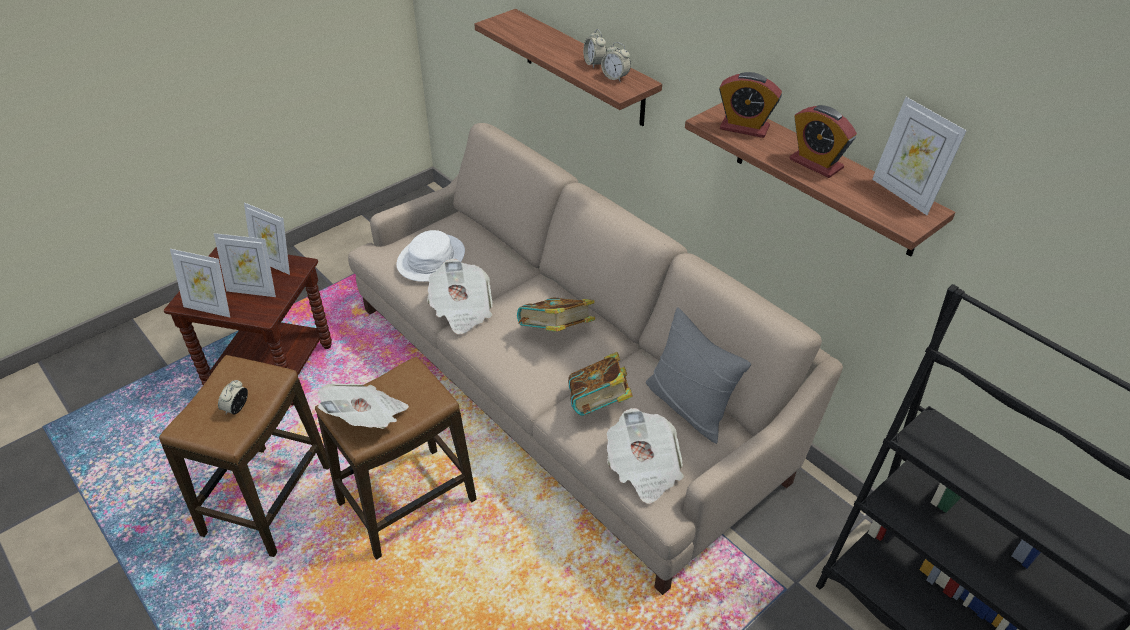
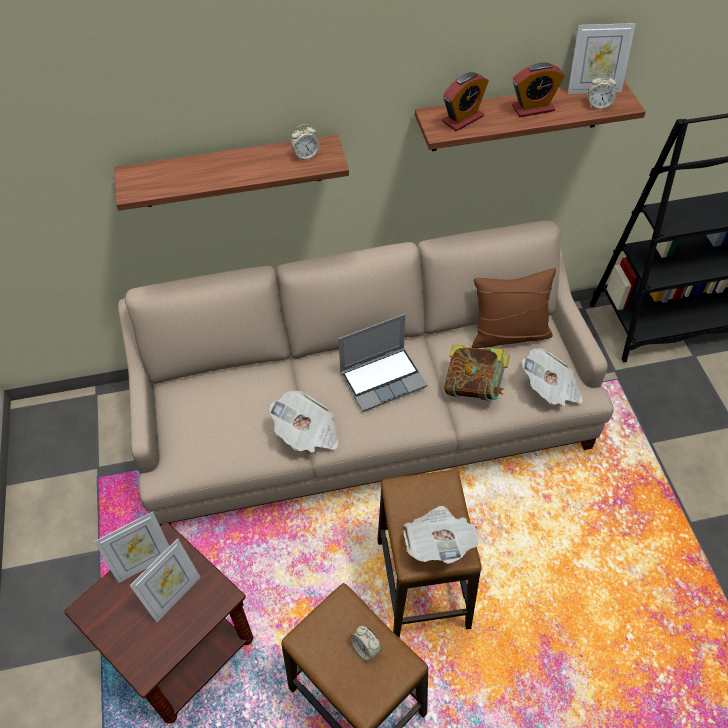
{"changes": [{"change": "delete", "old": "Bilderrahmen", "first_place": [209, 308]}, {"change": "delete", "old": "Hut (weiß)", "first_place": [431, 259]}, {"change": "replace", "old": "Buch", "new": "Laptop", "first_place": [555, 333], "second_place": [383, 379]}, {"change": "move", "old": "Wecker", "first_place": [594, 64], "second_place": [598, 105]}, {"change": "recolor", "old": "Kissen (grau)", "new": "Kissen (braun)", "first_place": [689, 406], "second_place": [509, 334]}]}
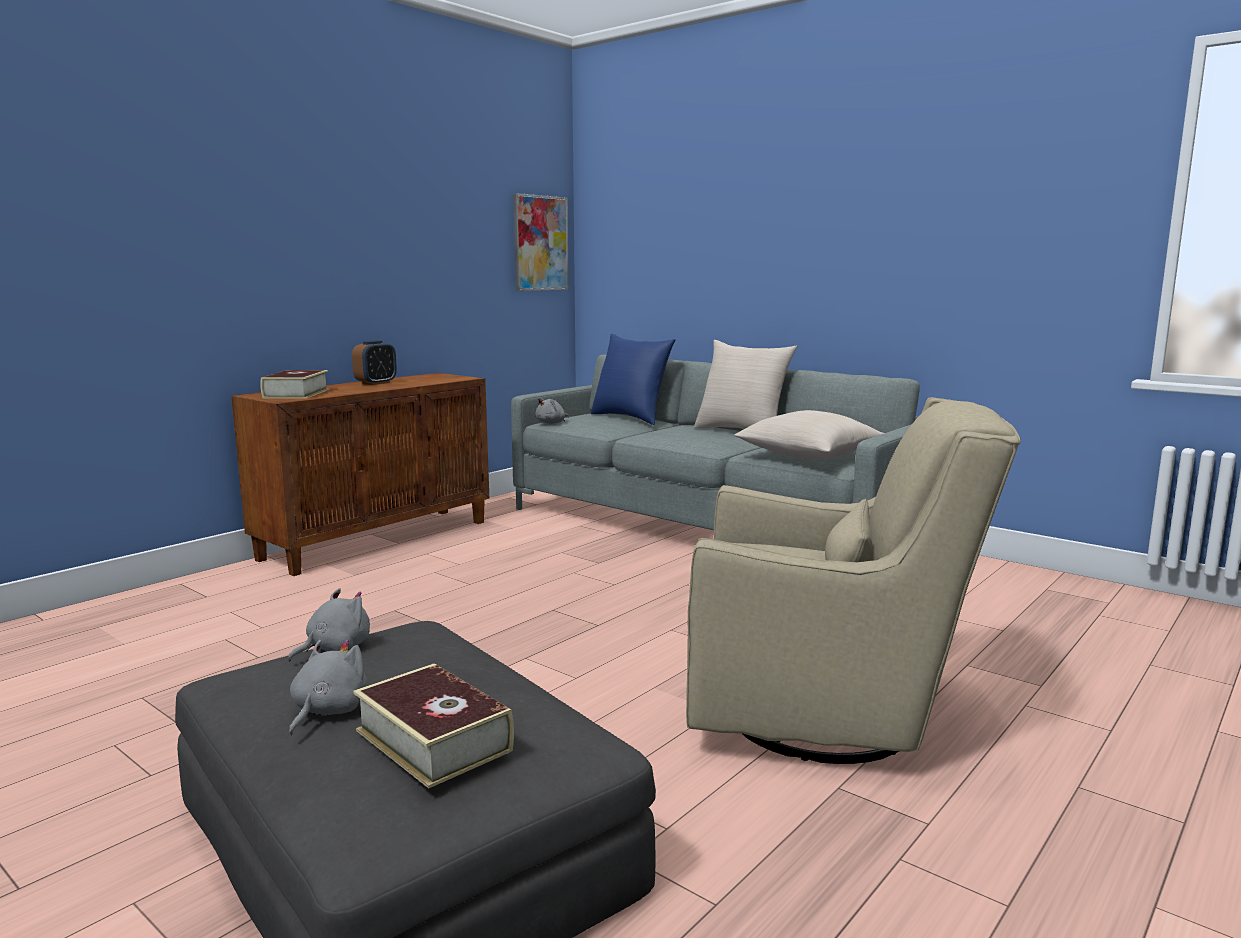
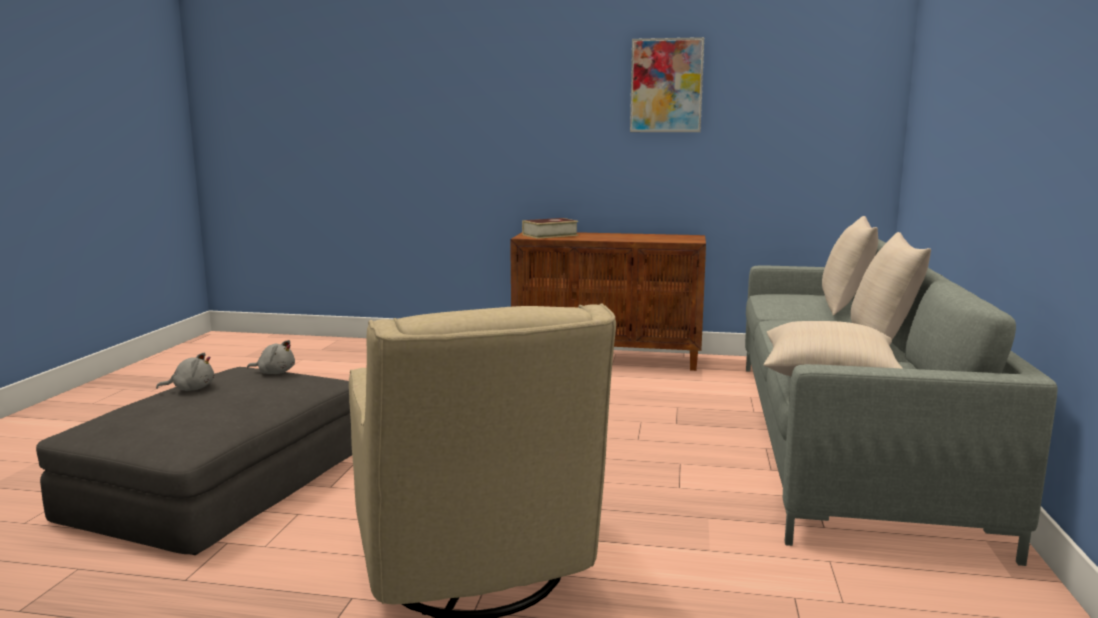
{"changes": [{"change": "delete", "old": "Wecker", "first_place": [376, 383]}, {"change": "delete", "old": "Buch", "first_place": [433, 740]}, {"change": "move", "old": "Bild", "first_place": [540, 243], "second_place": [666, 85]}, {"change": "delete", "old": "Plüschtier (grau)", "first_place": [552, 423]}, {"change": "recolor", "old": "Kissen (blau)", "new": "Kissen (beige)", "first_place": [631, 418], "second_place": [845, 306]}]}
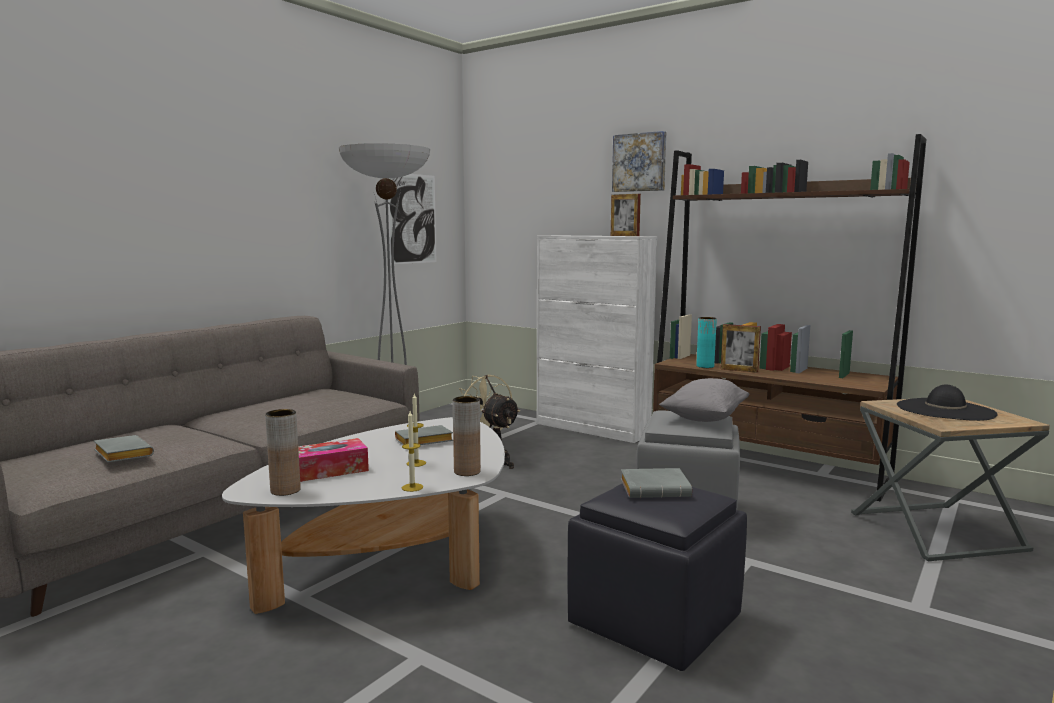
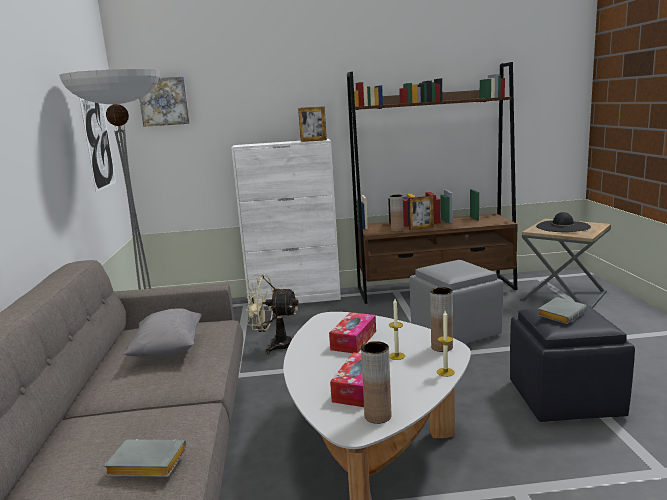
{"changes": [{"change": "replace", "old": "Buch (grau)", "new": "Taschentuchbox", "first_place": [422, 442], "second_place": [353, 340]}, {"change": "move", "old": "Bild", "first_place": [640, 162], "second_place": [164, 101]}, {"change": "move", "old": "Kissen (grau)", "first_place": [704, 418], "second_place": [168, 350]}, {"change": "recolor", "old": "Vase (türkis)", "new": "Vase (braun)", "first_place": [705, 366], "second_place": [397, 230]}]}
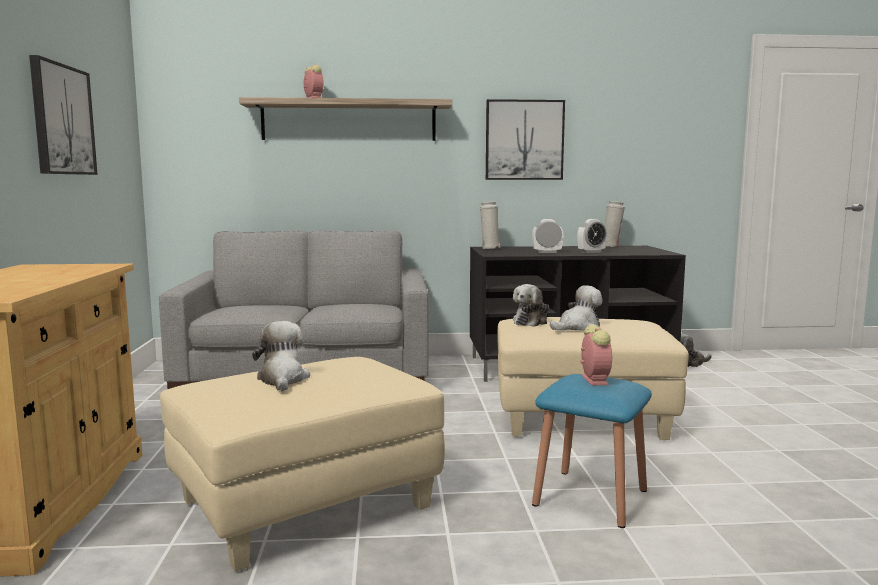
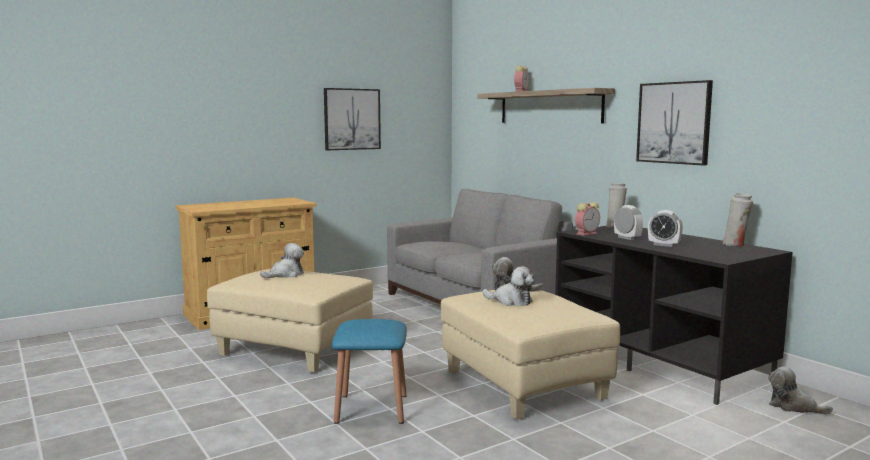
{"changes": [{"change": "move", "old": "Wecker", "first_place": [593, 379], "second_place": [587, 233]}]}
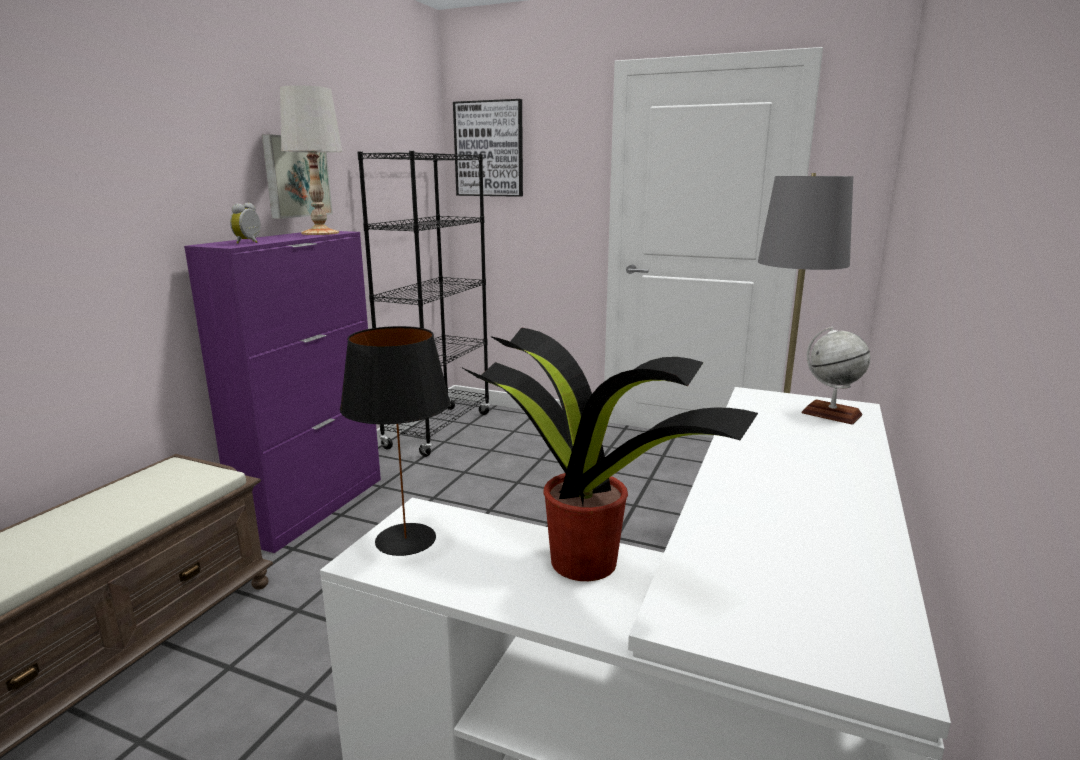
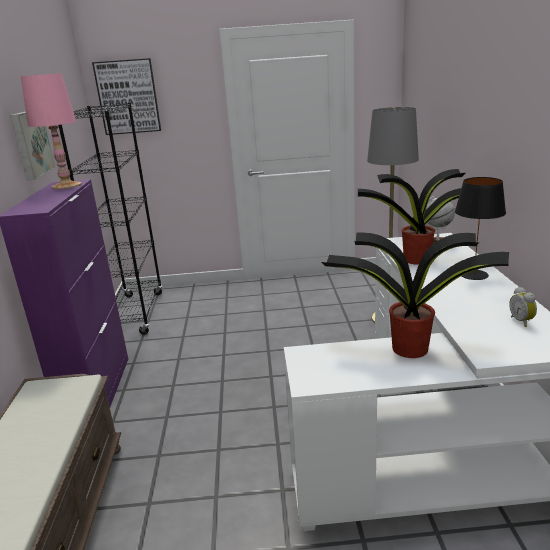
{"changes": [{"change": "move", "old": "Wecker", "first_place": [249, 242], "second_place": [522, 321]}, {"change": "recolor", "old": "Tischlampe (weiß)", "new": "Tischlampe (rosa)", "first_place": [320, 233], "second_place": [66, 185]}, {"change": "move", "old": "Tischlampe (schwarz)", "first_place": [404, 539], "second_place": [473, 275]}, {"change": "insert", "new": "Topfpflanze", "second_place": [418, 259]}]}
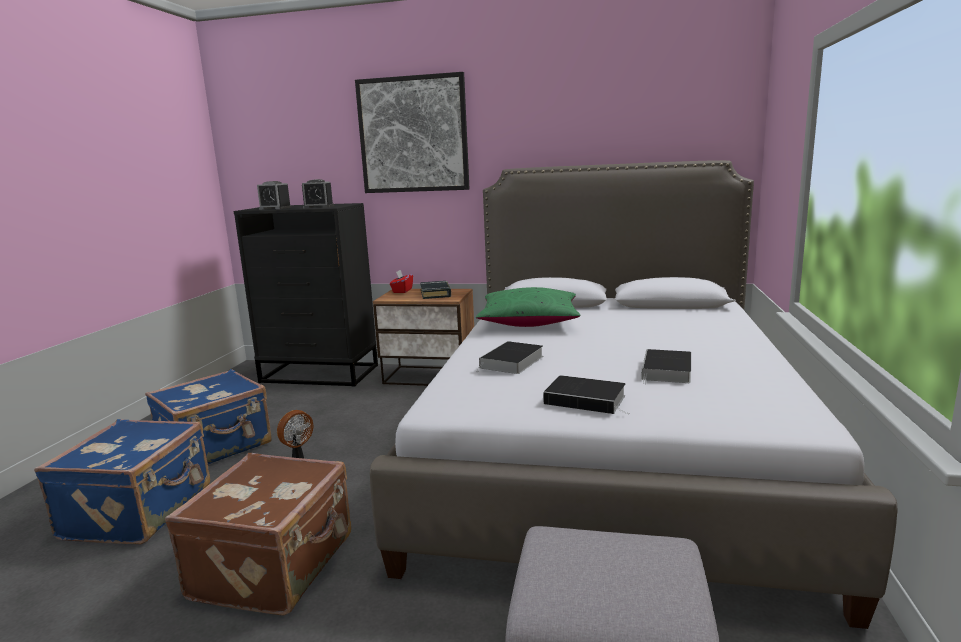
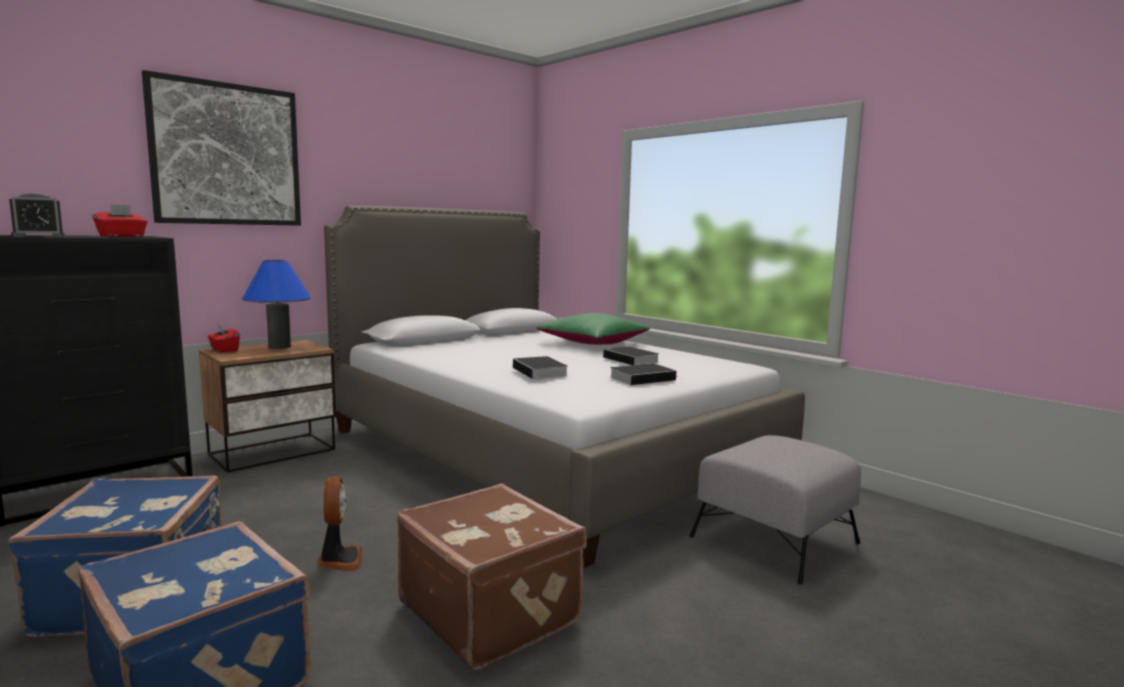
{"changes": [{"change": "replace", "old": "Wecker", "new": "Taschentuchbox (rot)", "first_place": [318, 207], "second_place": [122, 236]}, {"change": "replace", "old": "Buch (schwarz)", "new": "Tischlampe (blau)", "first_place": [435, 293], "second_place": [279, 347]}, {"change": "move", "old": "Kissen (grün)", "first_place": [529, 322], "second_place": [593, 343]}]}
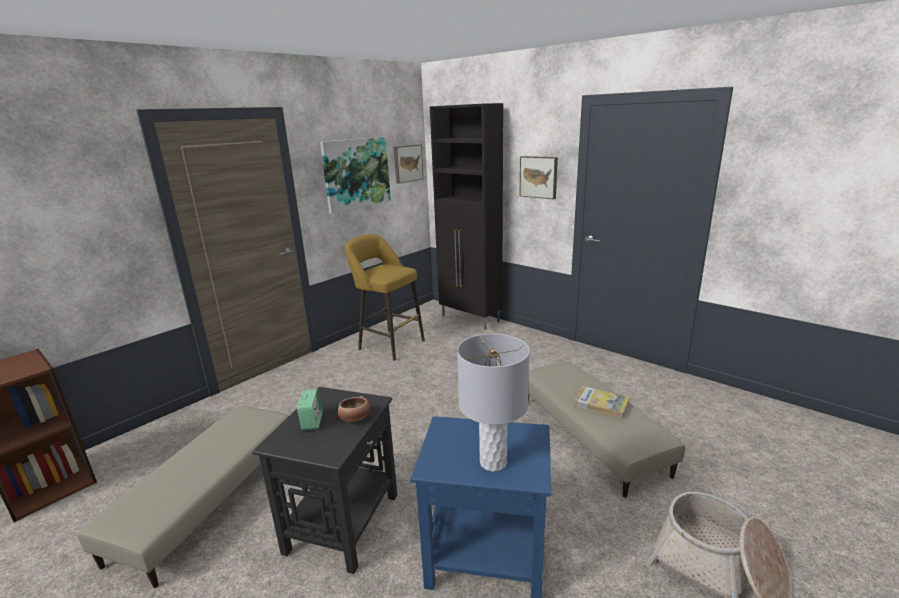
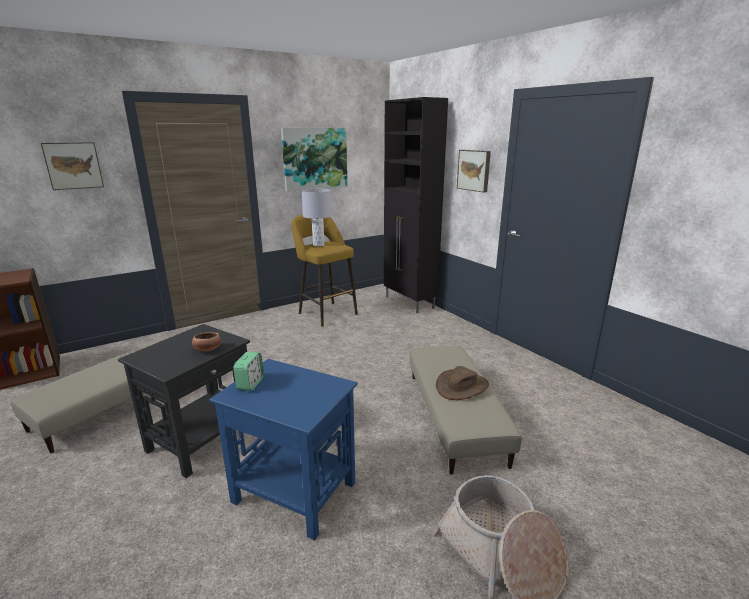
{"changes": [{"change": "move", "old": "Wecker", "first_place": [312, 422], "second_place": [250, 383]}, {"change": "move", "old": "Bild", "first_place": [407, 163], "second_place": [73, 165]}, {"change": "move", "old": "Tischlampe (grau)", "first_place": [493, 462], "second_place": [318, 245]}, {"change": "replace", "old": "Buch", "new": "Hut (braun)", "first_place": [601, 404], "second_place": [461, 386]}]}
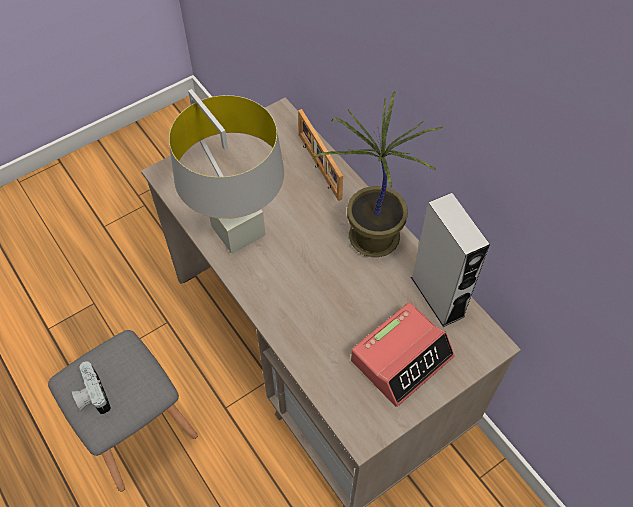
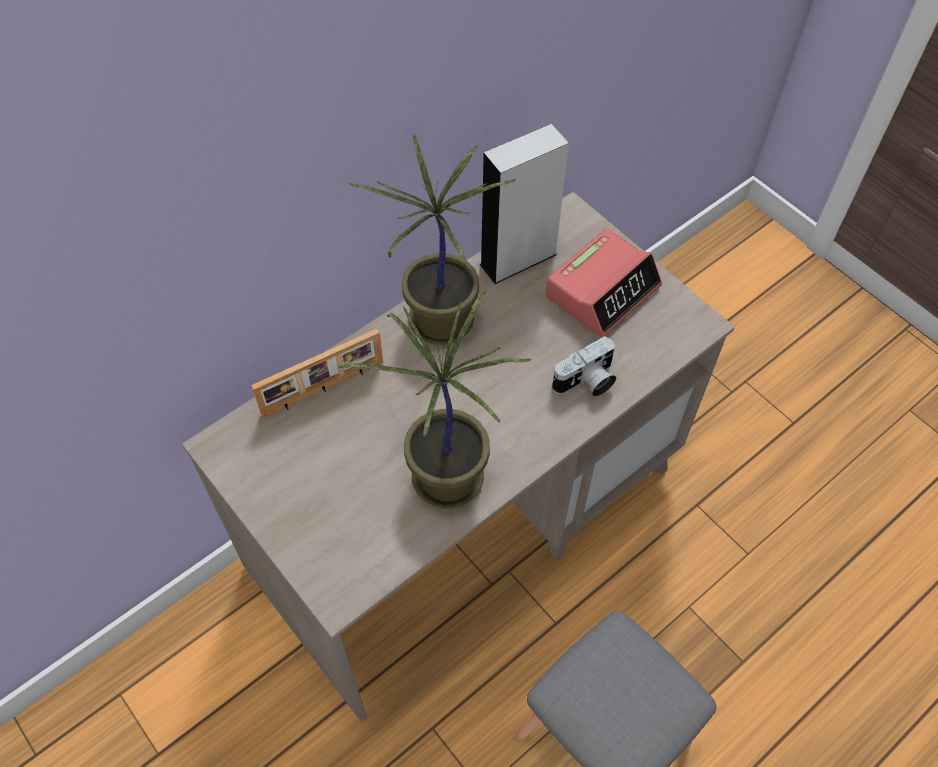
{"changes": [{"change": "move", "old": "Kamera", "first_place": [91, 395], "second_place": [586, 382]}, {"change": "replace", "old": "Tischlampe (grau)", "new": "Topfpflanze", "first_place": [238, 233], "second_place": [444, 477]}, {"change": "rotate", "old": "Wecker", "first_place": [402, 358], "second_place": [603, 291], "degrees": 90}]}
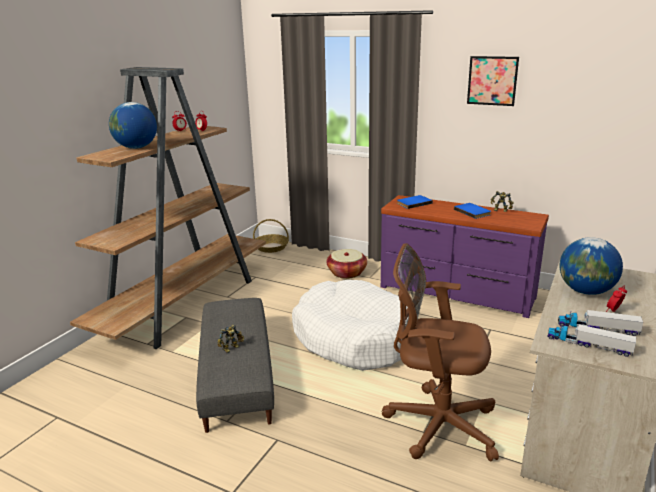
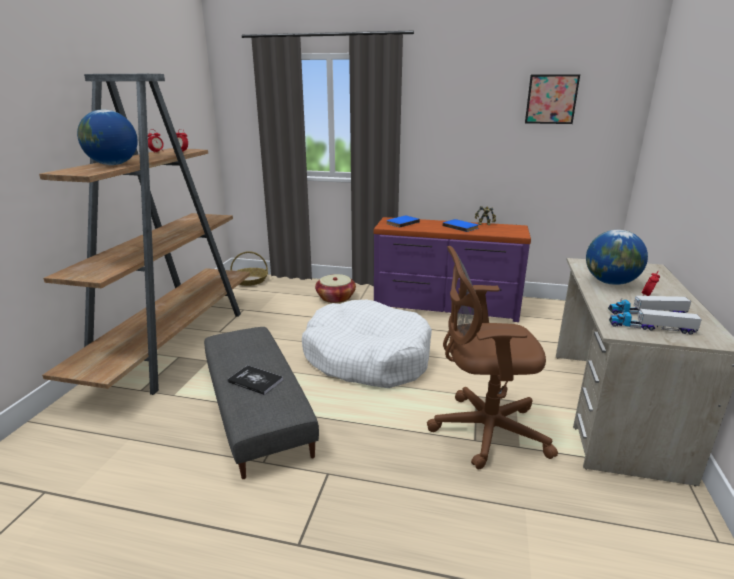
{"changes": [{"change": "replace", "old": "Spielzeugroboter", "new": "Buch", "first_place": [232, 348], "second_place": [255, 381]}, {"change": "move", "old": "Bild", "first_place": [492, 80], "second_place": [551, 99]}]}
